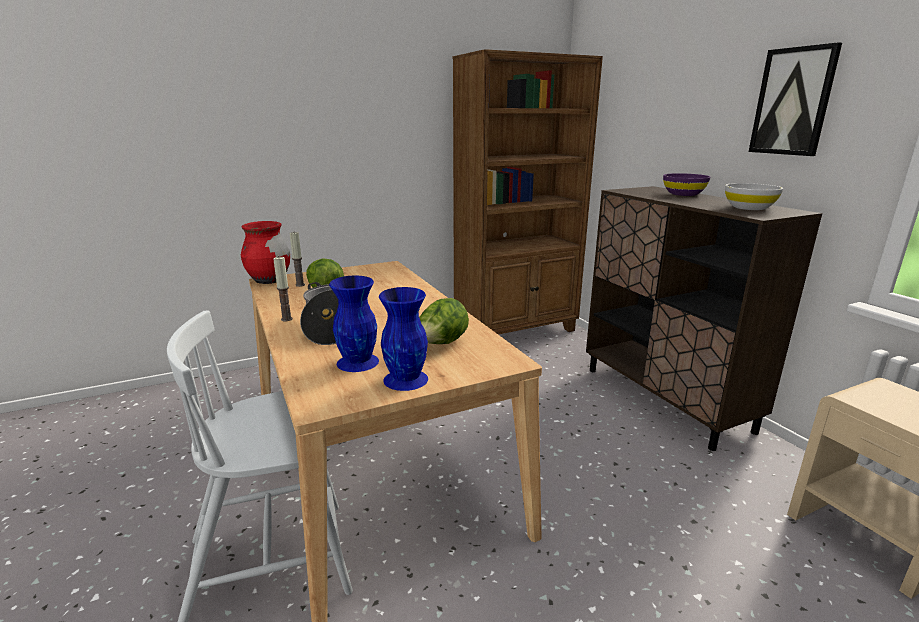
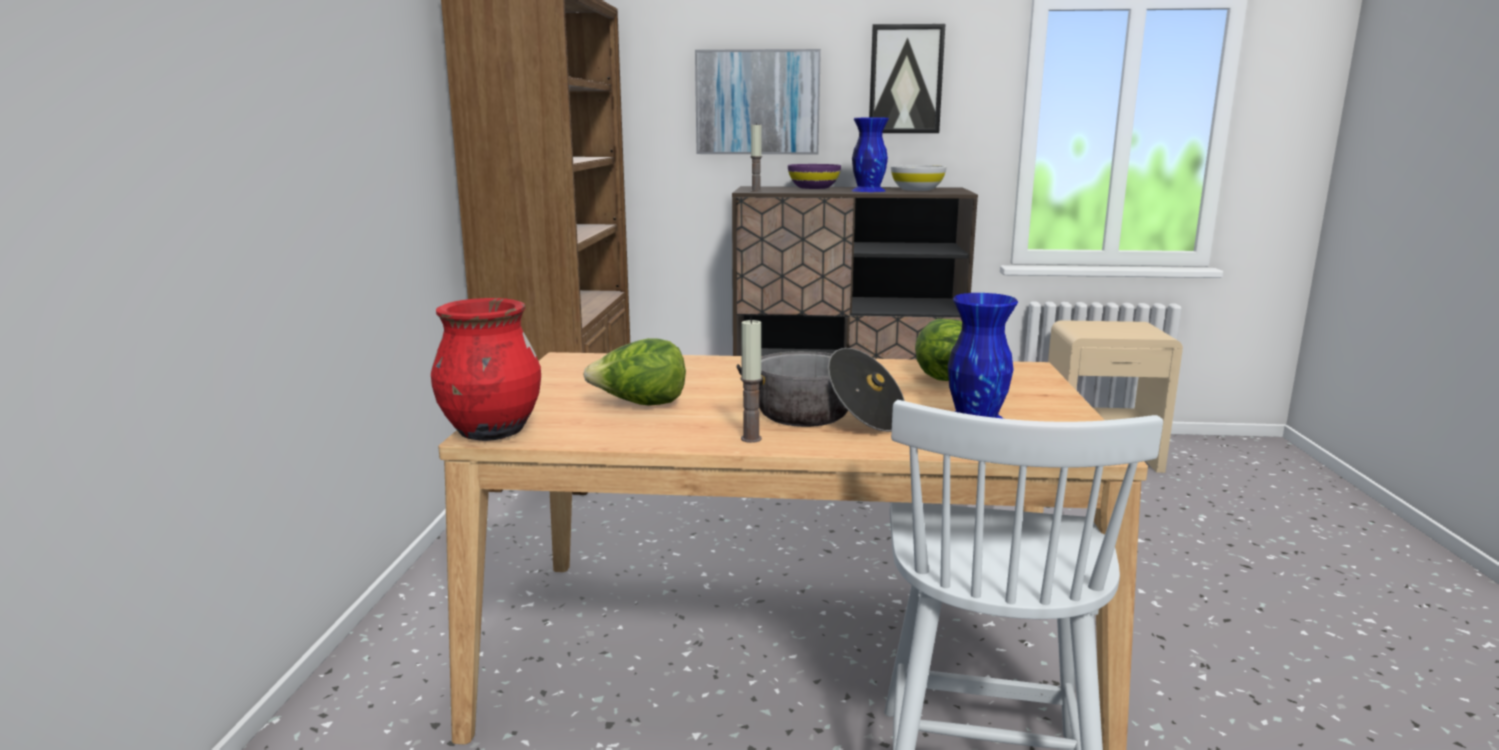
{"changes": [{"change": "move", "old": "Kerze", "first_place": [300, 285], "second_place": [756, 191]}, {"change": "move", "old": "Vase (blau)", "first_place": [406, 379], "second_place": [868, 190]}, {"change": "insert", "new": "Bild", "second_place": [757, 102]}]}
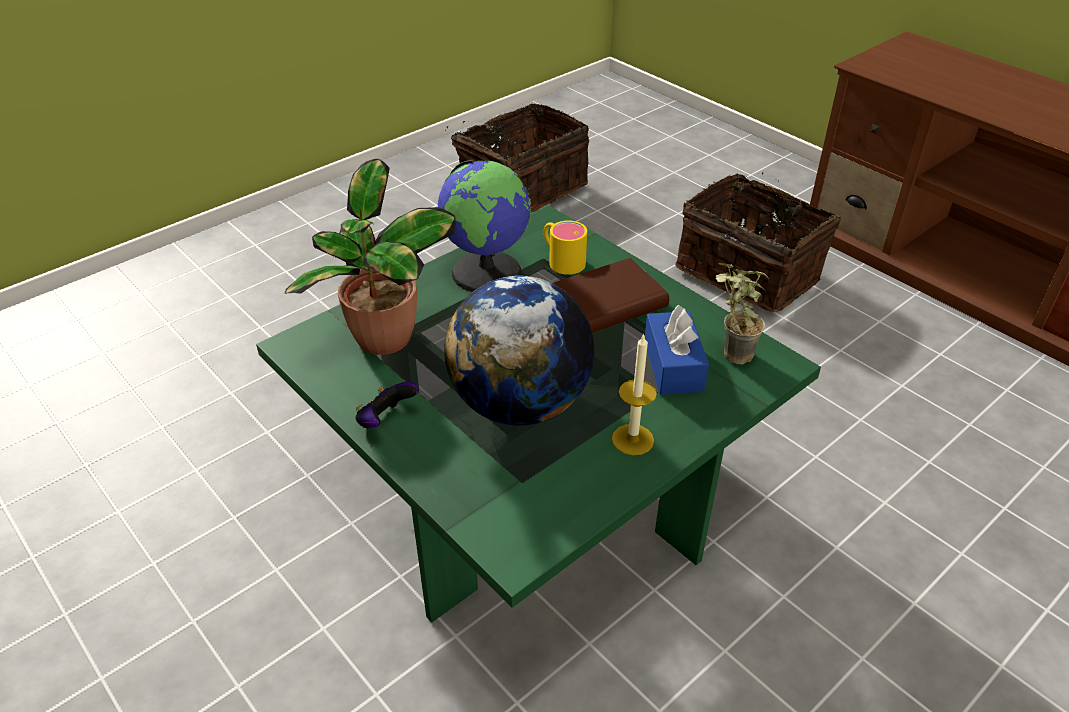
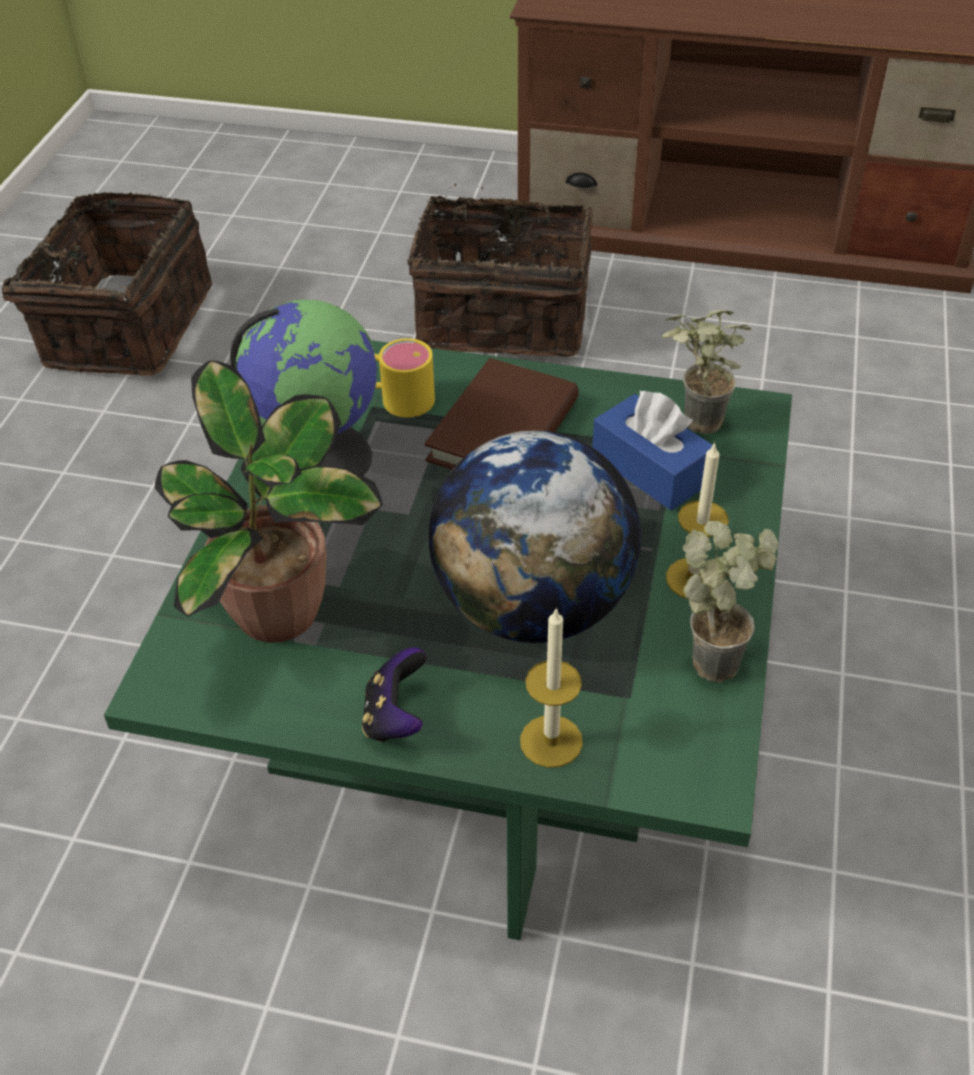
{"changes": [{"change": "insert", "new": "Kerze", "second_place": [551, 741]}, {"change": "insert", "new": "Topfpflanze", "second_place": [718, 654]}]}
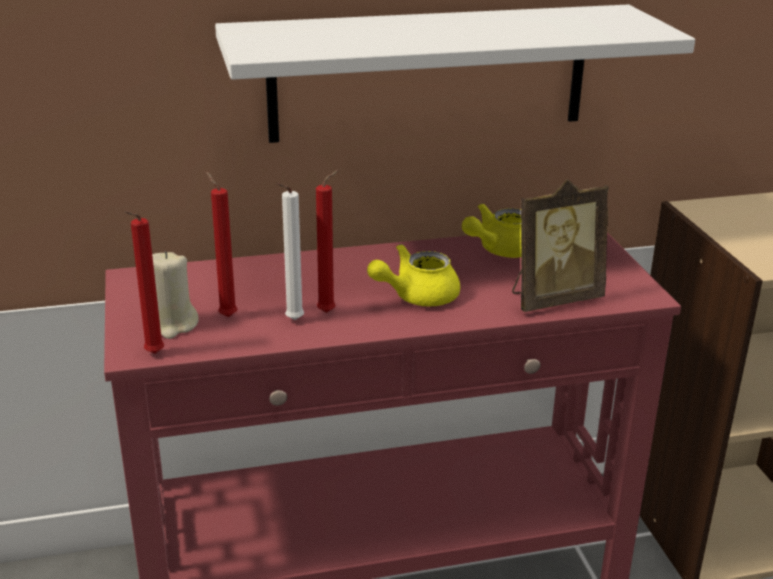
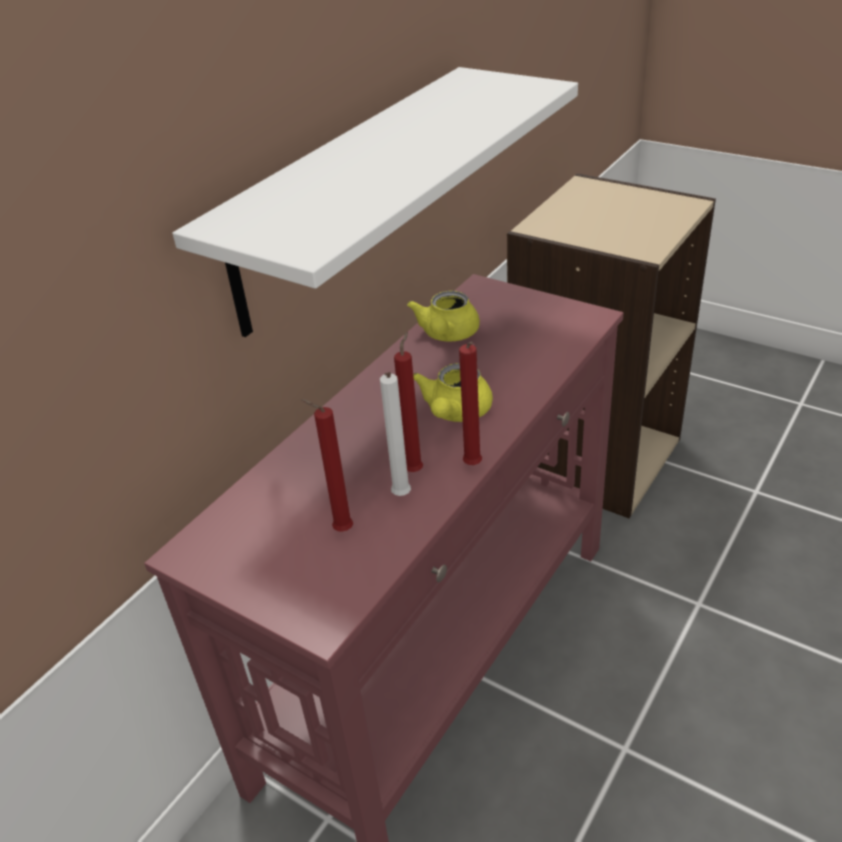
{"changes": [{"change": "move", "old": "Kerze (rot)", "first_place": [152, 355], "second_place": [473, 467]}, {"change": "delete", "old": "Kerze (beige)", "first_place": [173, 325]}, {"change": "delete", "old": "Bilderrahmen", "first_place": [553, 299]}]}
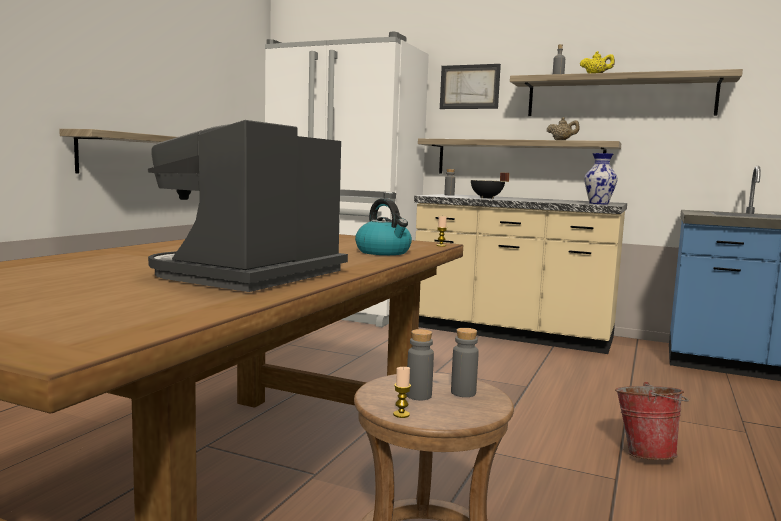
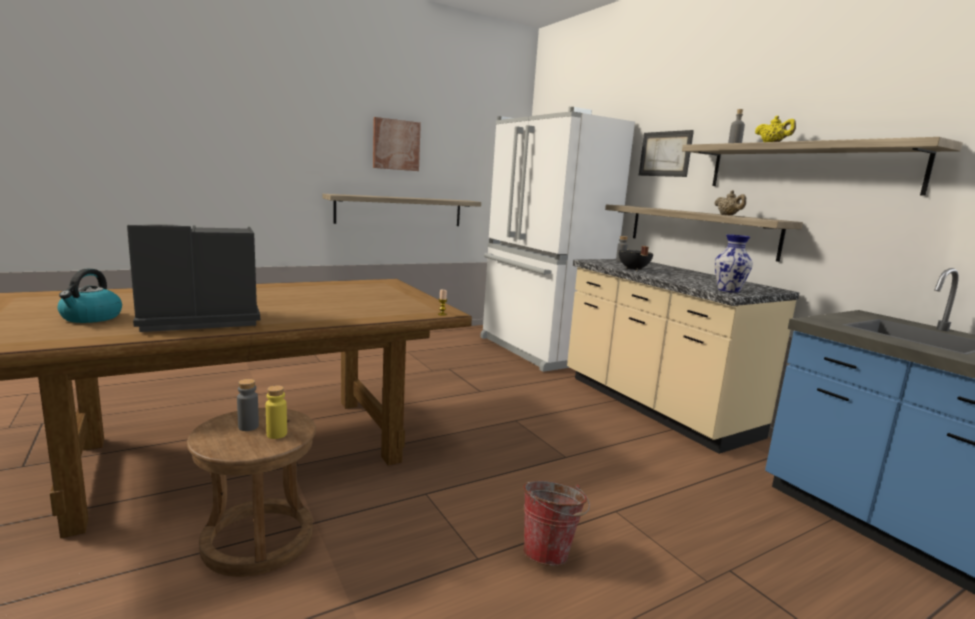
{"changes": [{"change": "move", "old": "Wasserkessel", "first_place": [384, 252], "second_place": [91, 318]}, {"change": "delete", "old": "Kerze", "first_place": [401, 414]}, {"change": "recolor", "old": "Flasche (grau)", "new": "Flasche (gelb)", "first_place": [463, 393], "second_place": [276, 434]}, {"change": "insert", "new": "Bild", "second_place": [396, 145]}]}
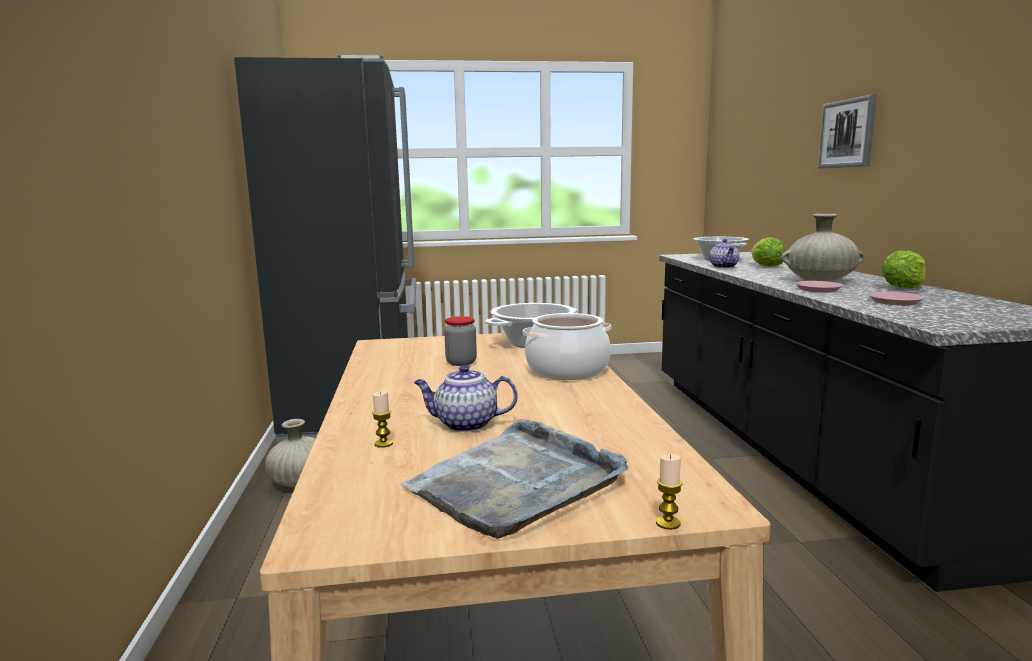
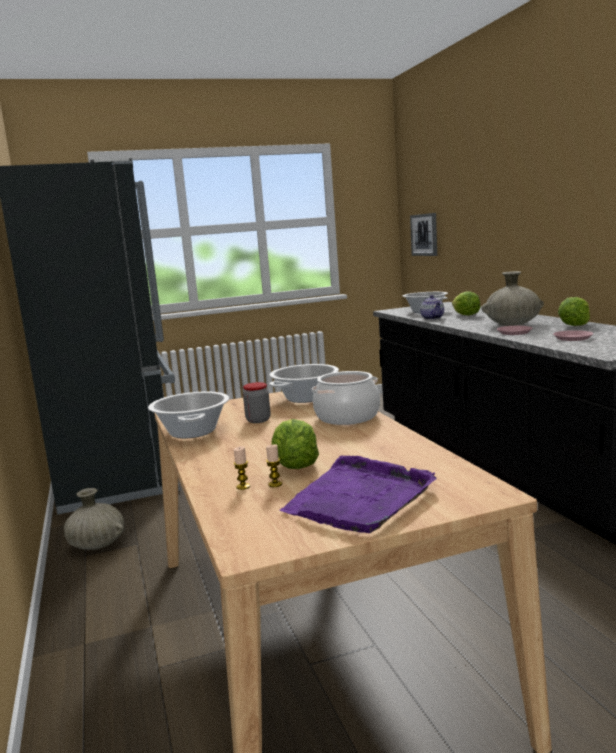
{"changes": [{"change": "recolor", "old": "Tablett (grau)", "new": "Tablett (lila)", "first_place": [516, 482], "second_place": [359, 498]}, {"change": "replace", "old": "Teekanne", "new": "Salatkopf", "first_place": [465, 424], "second_place": [295, 466]}, {"change": "move", "old": "Kerze", "first_place": [668, 523], "second_place": [275, 484]}, {"change": "move", "old": "Bild", "first_place": [847, 133], "second_place": [424, 234]}, {"change": "insert", "new": "Kochtopf", "second_place": [192, 432]}]}
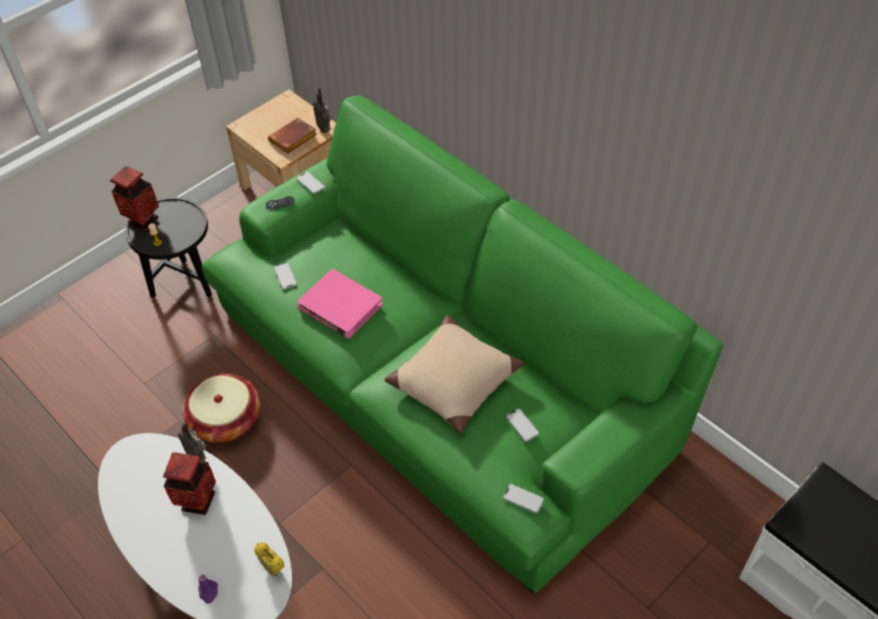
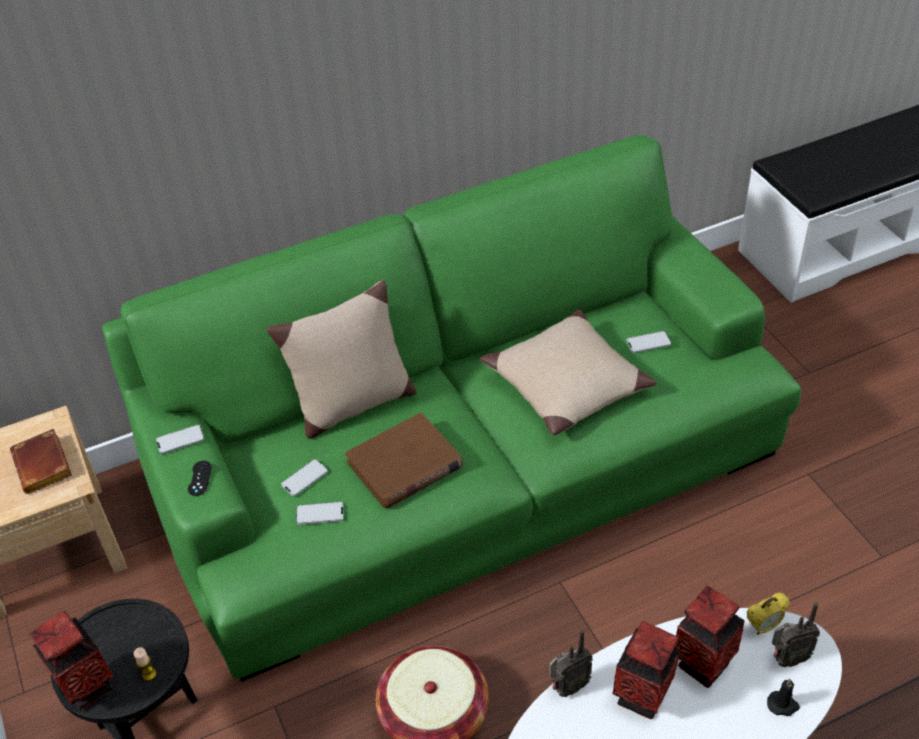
{"changes": [{"change": "recolor", "old": "Kerze (lila)", "new": "Kerze (schwarz)", "first_place": [208, 592], "second_place": [783, 705]}, {"change": "recolor", "old": "Buch (rosa)", "new": "Buch (braun)", "first_place": [340, 307], "second_place": [405, 465]}, {"change": "move", "old": "Radio", "first_place": [325, 129], "second_place": [787, 659]}, {"change": "move", "old": "Handy", "first_place": [523, 499], "second_place": [305, 478]}, {"change": "insert", "new": "Kissen (beige)", "second_place": [352, 404]}, {"change": "insert", "new": "Vase", "second_place": [703, 665]}]}
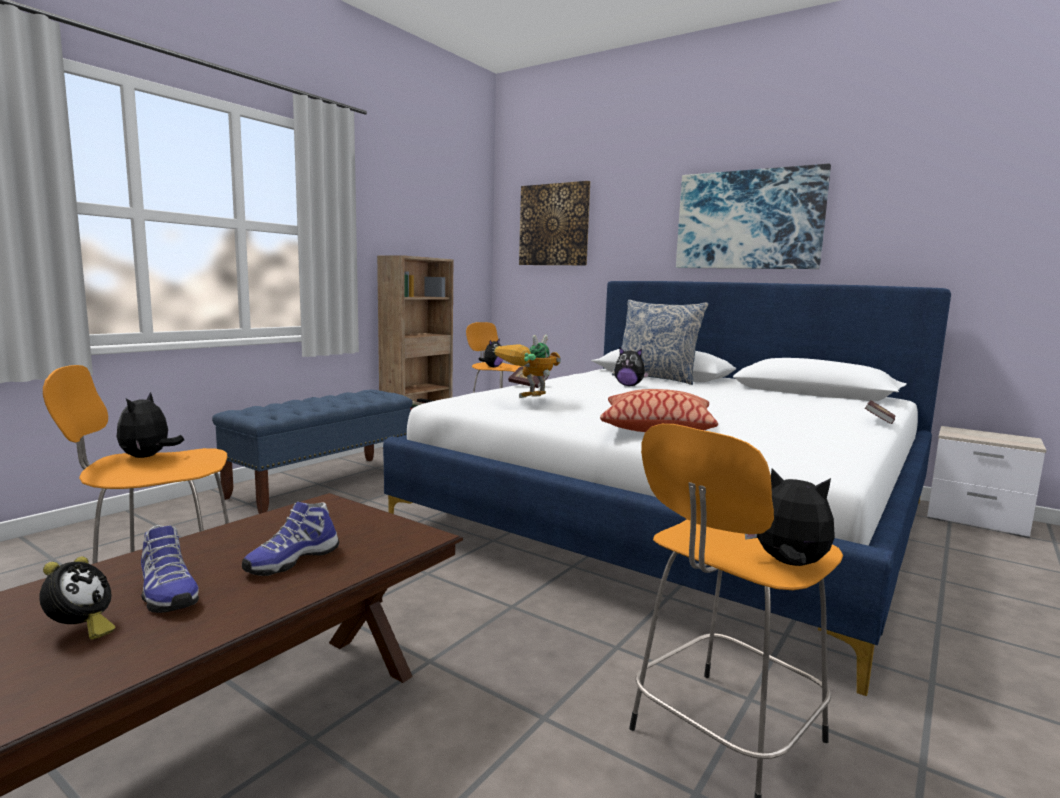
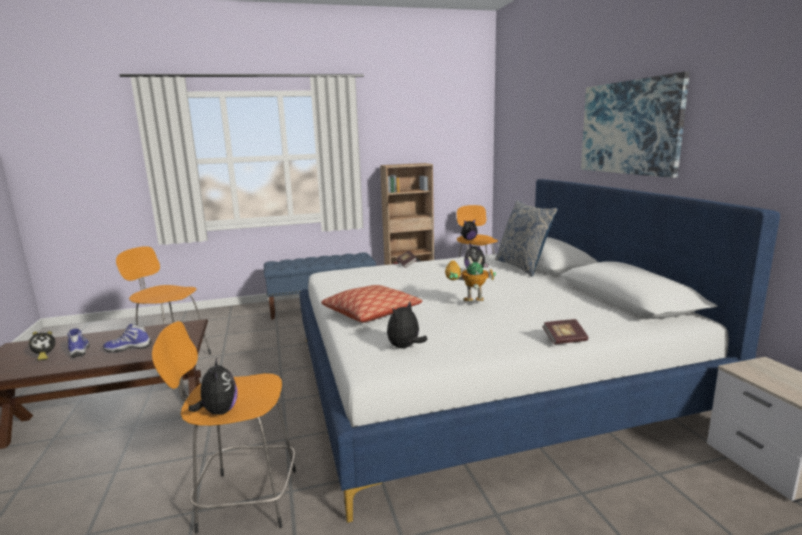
{"changes": [{"change": "move", "old": "Plüschtier", "first_place": [148, 457], "second_place": [405, 347]}, {"change": "rotate", "old": "Schuh", "first_place": [166, 594], "second_place": [80, 350], "degrees": 150}, {"change": "move", "old": "Spielzeugroboter", "first_place": [527, 400], "second_place": [465, 304]}, {"change": "delete", "old": "Bild", "first_place": [554, 225]}]}
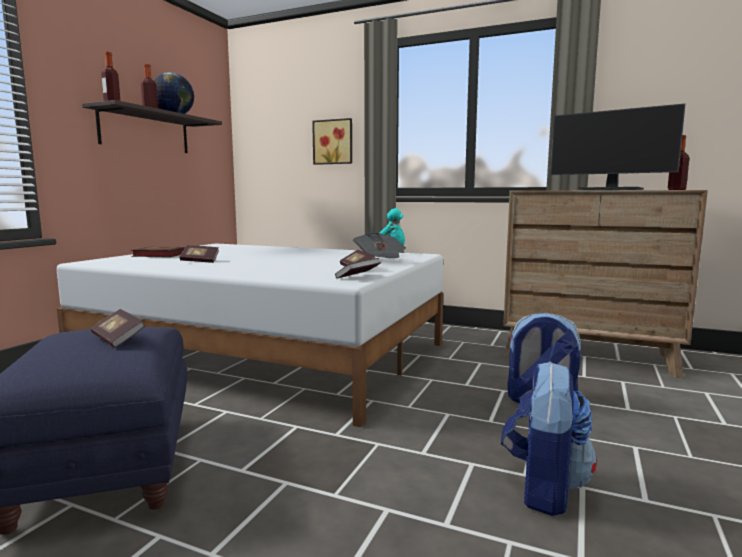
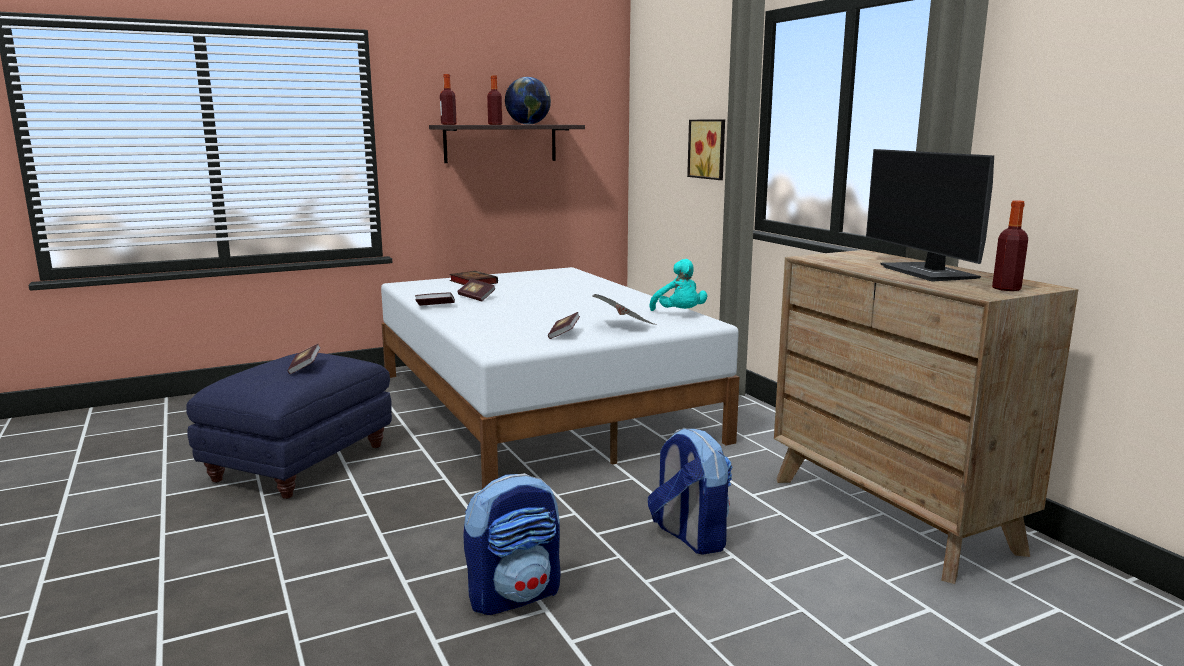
{"changes": [{"change": "move", "old": "Buch", "first_place": [358, 277], "second_place": [435, 307]}]}
